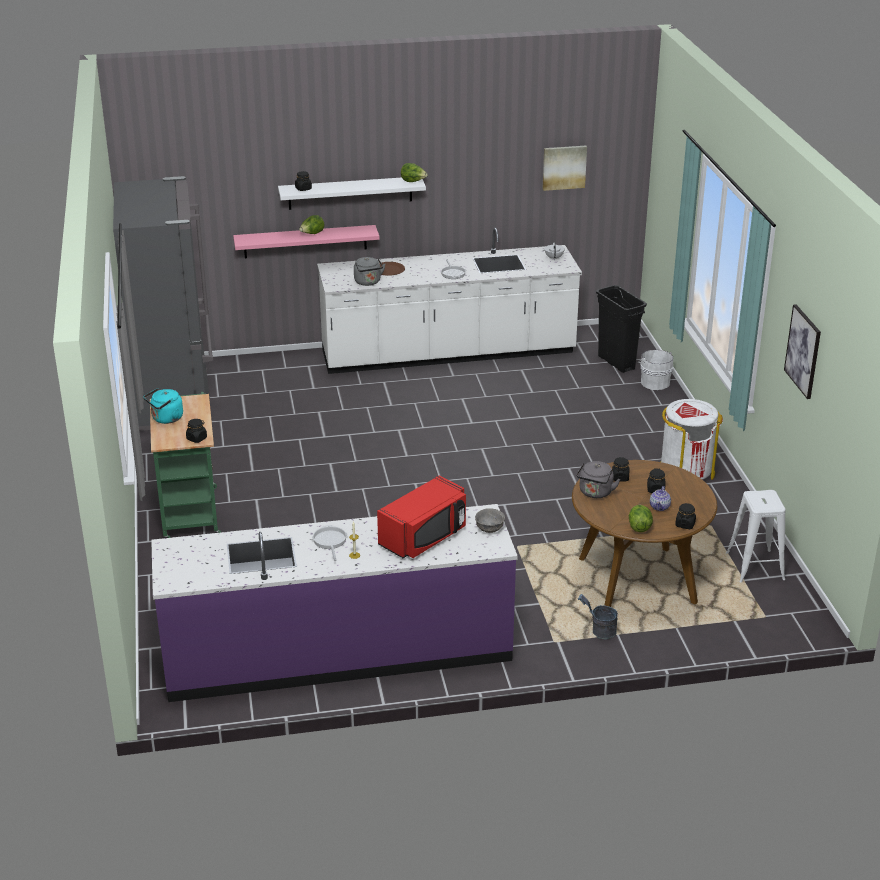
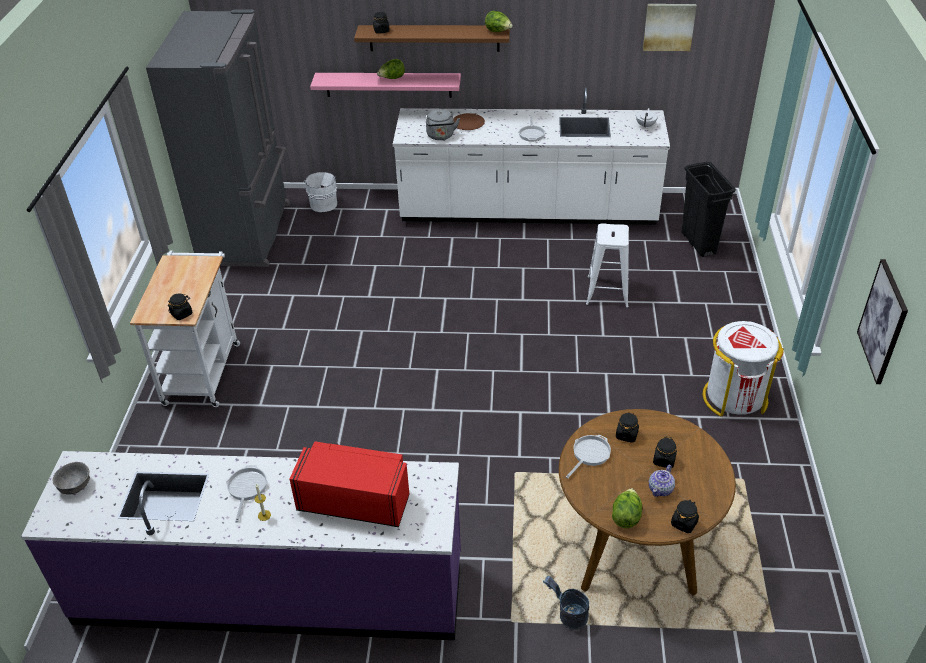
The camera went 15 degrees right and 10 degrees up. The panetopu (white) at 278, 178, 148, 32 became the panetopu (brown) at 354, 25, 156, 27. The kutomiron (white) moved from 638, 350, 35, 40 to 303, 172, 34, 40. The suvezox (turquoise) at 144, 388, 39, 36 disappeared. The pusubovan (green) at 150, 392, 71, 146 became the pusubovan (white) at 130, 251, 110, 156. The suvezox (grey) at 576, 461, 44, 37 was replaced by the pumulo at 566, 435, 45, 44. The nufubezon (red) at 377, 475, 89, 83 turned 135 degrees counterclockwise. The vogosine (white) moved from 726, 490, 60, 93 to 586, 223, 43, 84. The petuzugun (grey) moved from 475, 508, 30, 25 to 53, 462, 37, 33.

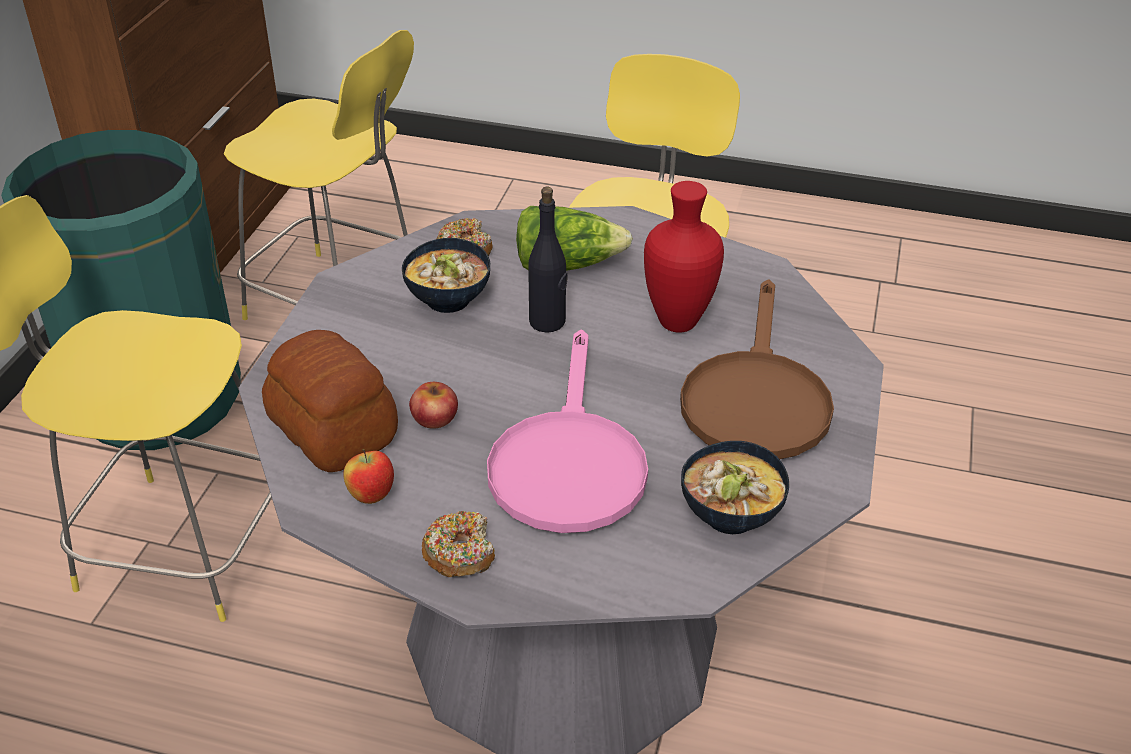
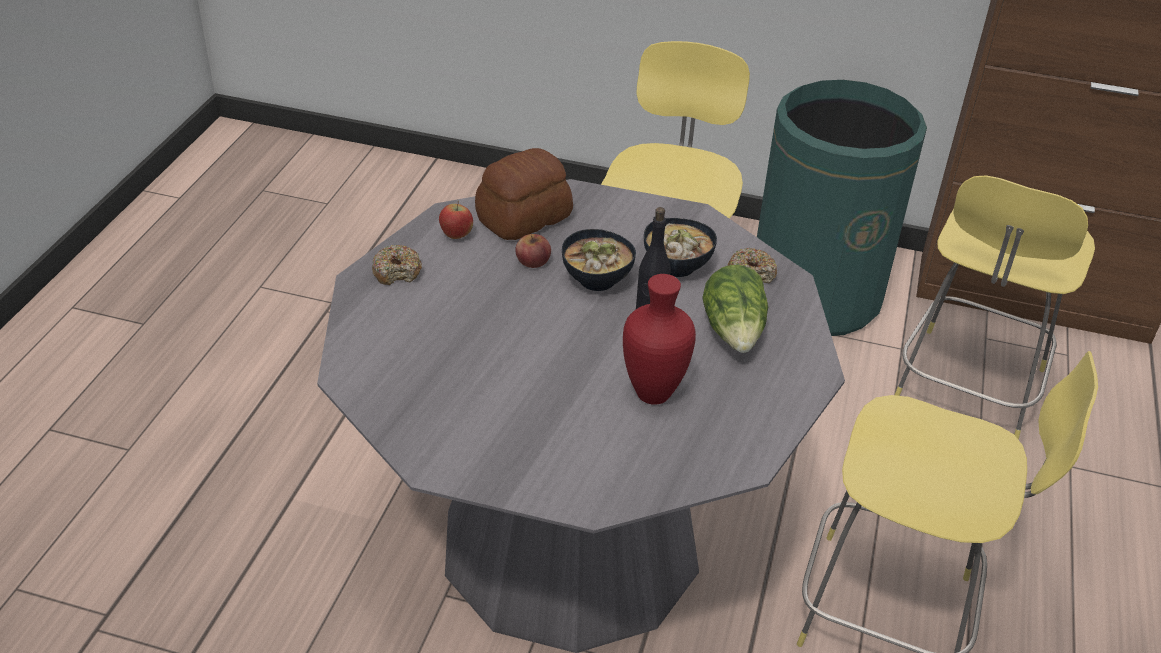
The camera went 90 degrees right and 0 degrees up. The pumulo (brown) at 680, 279, 154, 180 disappeared. The pumulo (pink) at 487, 329, 161, 204 disappeared. The petuzugun moved from 681, 441, 108, 93 to 562, 229, 74, 62.

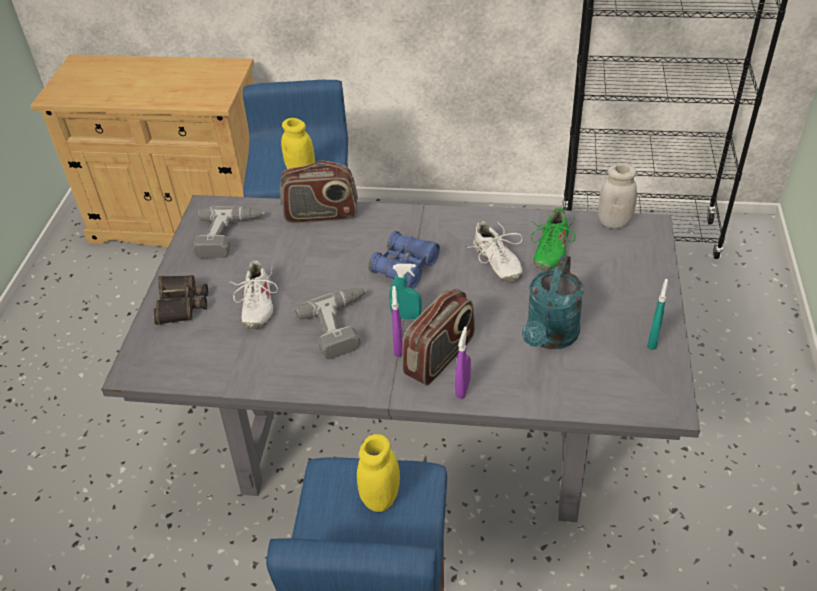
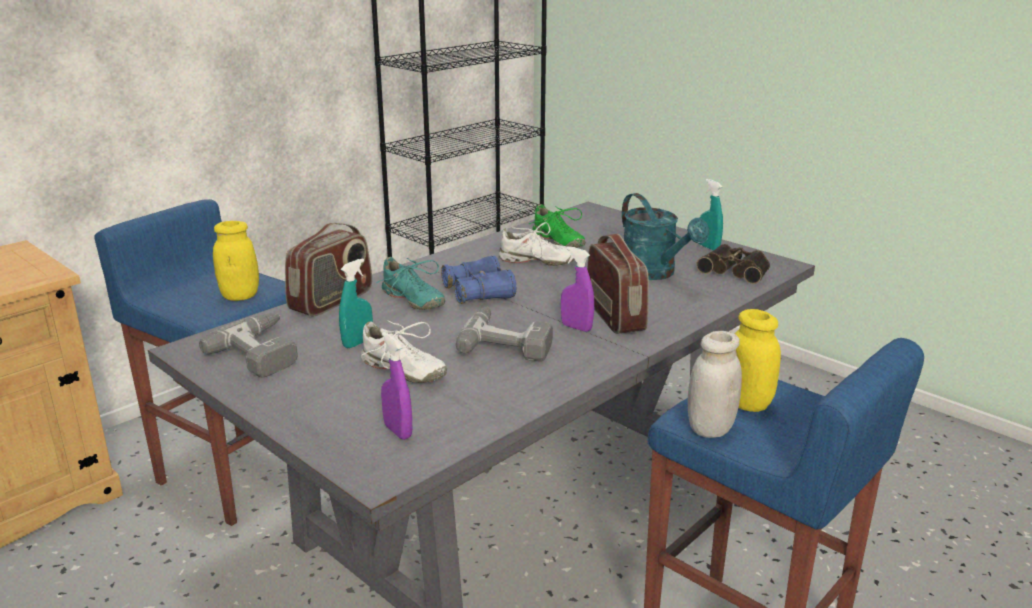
The camera went 55 degrees left and 20 degrees down. The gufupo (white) moved from 598, 164, 39, 65 to 688, 331, 54, 107. The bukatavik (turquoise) moved from 389, 264, 33, 56 to 339, 258, 34, 90. The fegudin moved from 153, 275, 55, 50 to 696, 244, 74, 40. The bukatavik (purple) moved from 455, 326, 16, 73 to 381, 332, 31, 108. The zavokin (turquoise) at 377, 257, 68, 53 appeared.

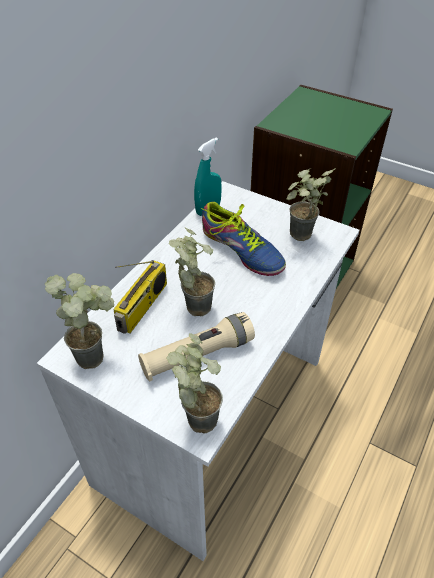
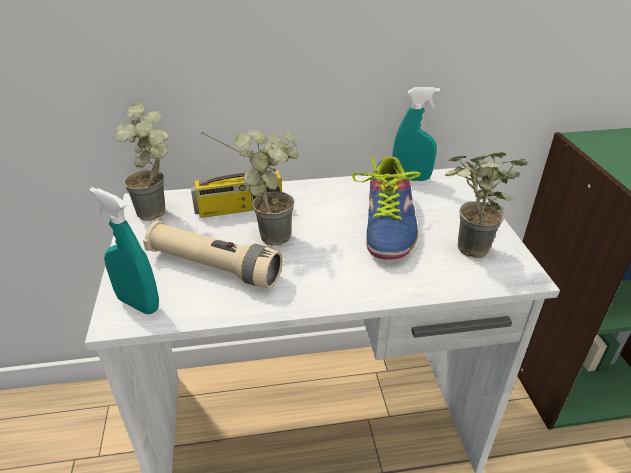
The camera went 50 degrees right and 10 degrees down. The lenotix at 166, 333, 57, 101 was replaced by the bukatavik (turquoise) at 89, 187, 70, 127.

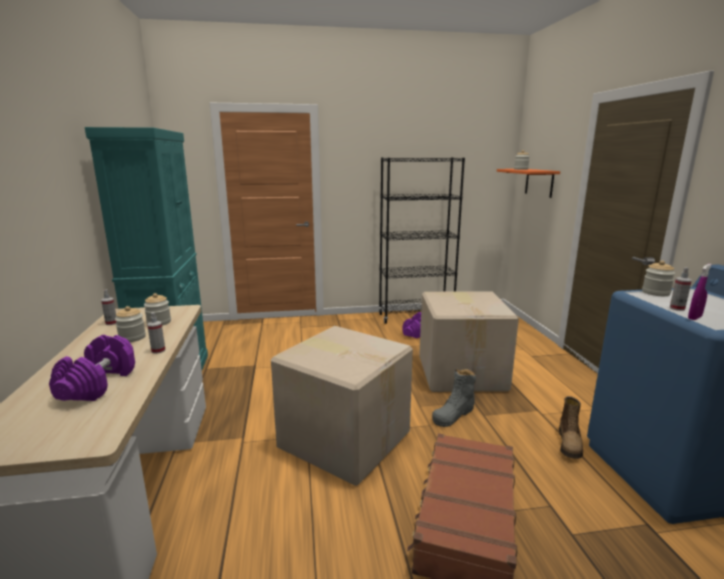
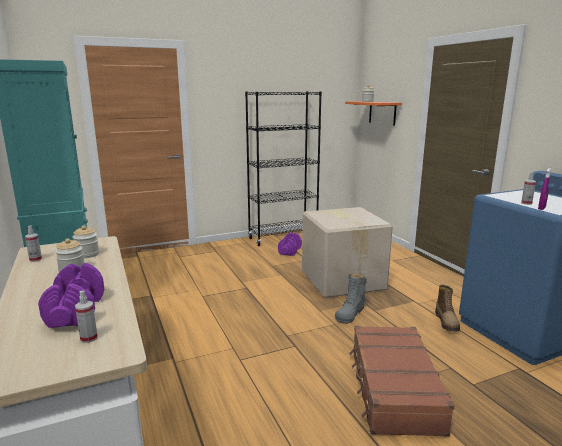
The camera went 15 degrees left and 0 degrees up. The gufupo at 642, 260, 33, 36 disappeared. The bukatavik moved from 147, 312, 18, 42 to 75, 291, 23, 52. The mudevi at 271, 326, 142, 160 disappeared.

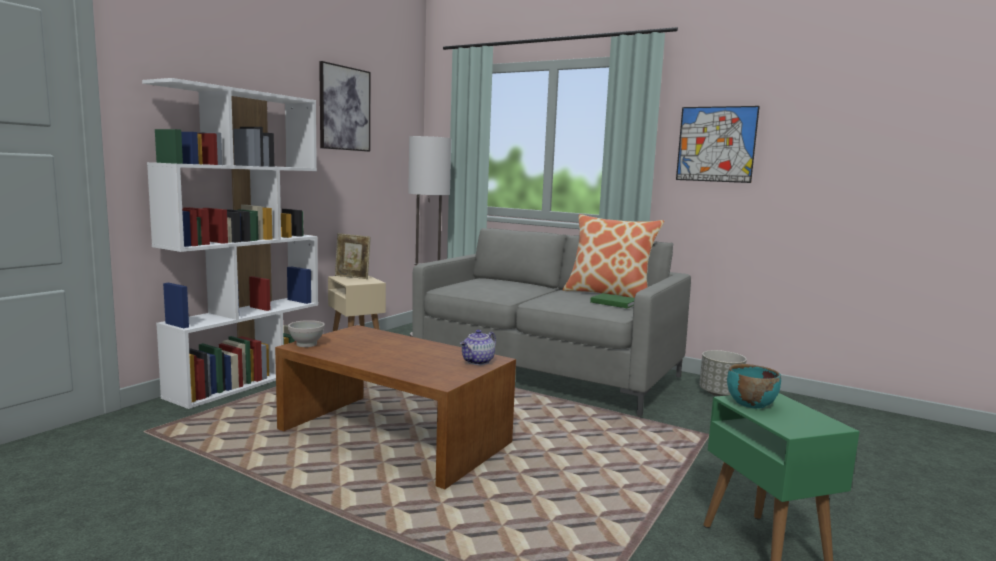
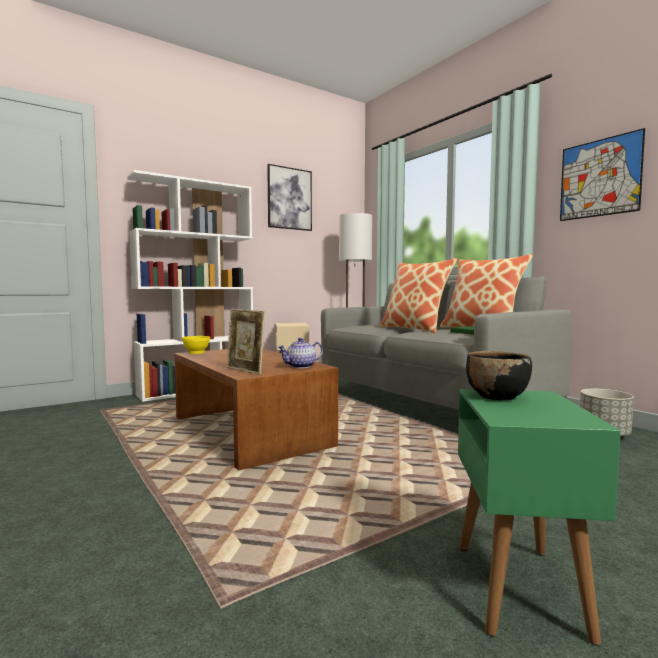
The camera went 25 degrees right and 5 degrees down. The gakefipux moved from 335, 233, 36, 46 to 227, 308, 38, 67. The petuzugun (white) at 288, 320, 37, 27 became the petuzugun (yellow) at 182, 336, 28, 18. The petuzugun (turquoise) at 727, 364, 54, 45 became the petuzugun (black) at 466, 351, 66, 49. The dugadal at 379, 258, 78, 75 appeared.

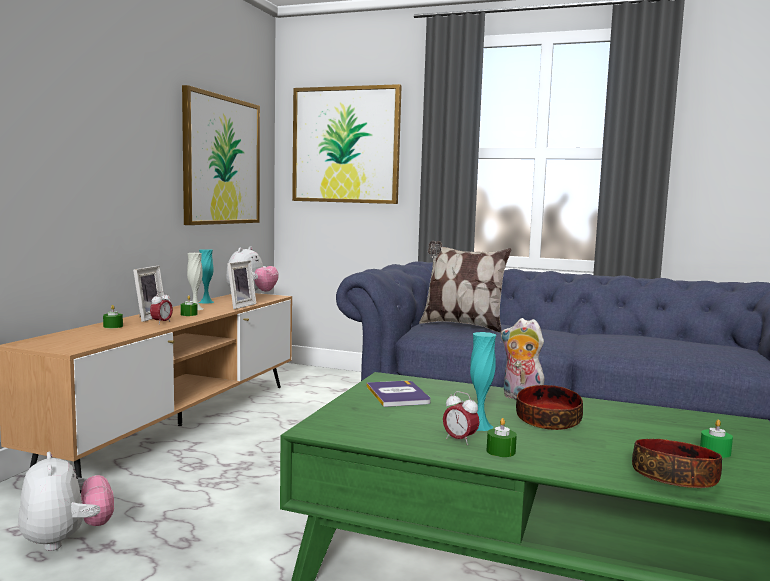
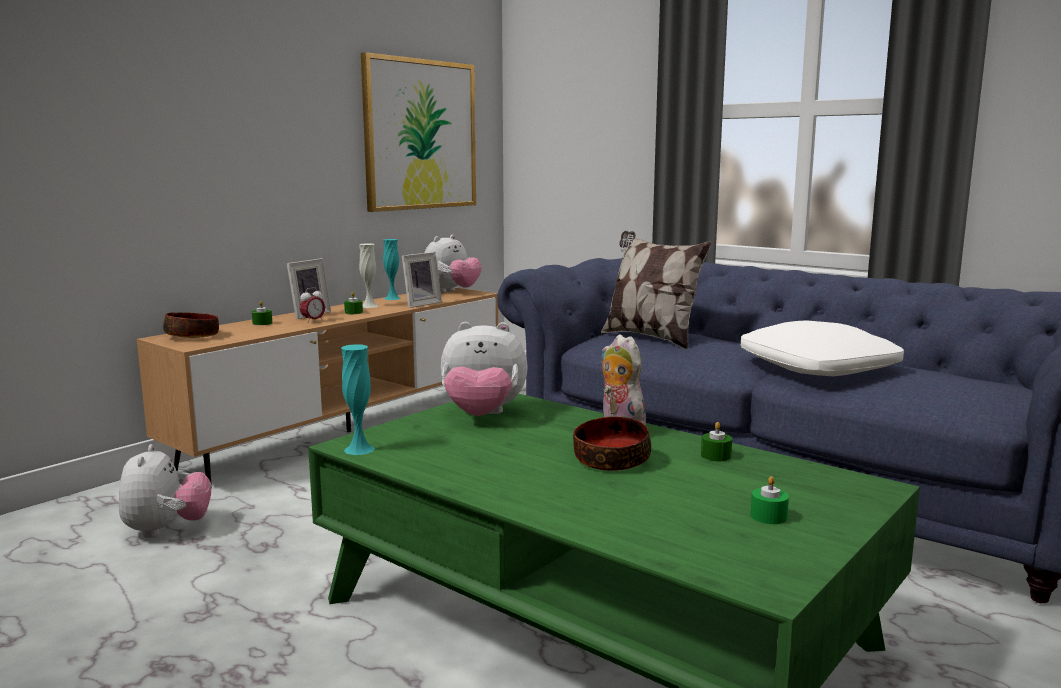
The camera went 20 degrees right and 5 degrees up. The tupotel at 292, 84, 110, 120 disappeared. The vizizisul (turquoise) moved from 470, 332, 26, 99 to 341, 344, 34, 111. The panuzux at 366, 381, 65, 26 was replaced by the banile at 441, 322, 87, 94. The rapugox at 443, 391, 37, 54 disappeared. The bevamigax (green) moved from 487, 418, 30, 39 to 701, 422, 31, 39. The petuzugun moved from 632, 439, 90, 49 to 163, 312, 56, 26. The dugadal (white) at 741, 320, 163, 56 appeared.

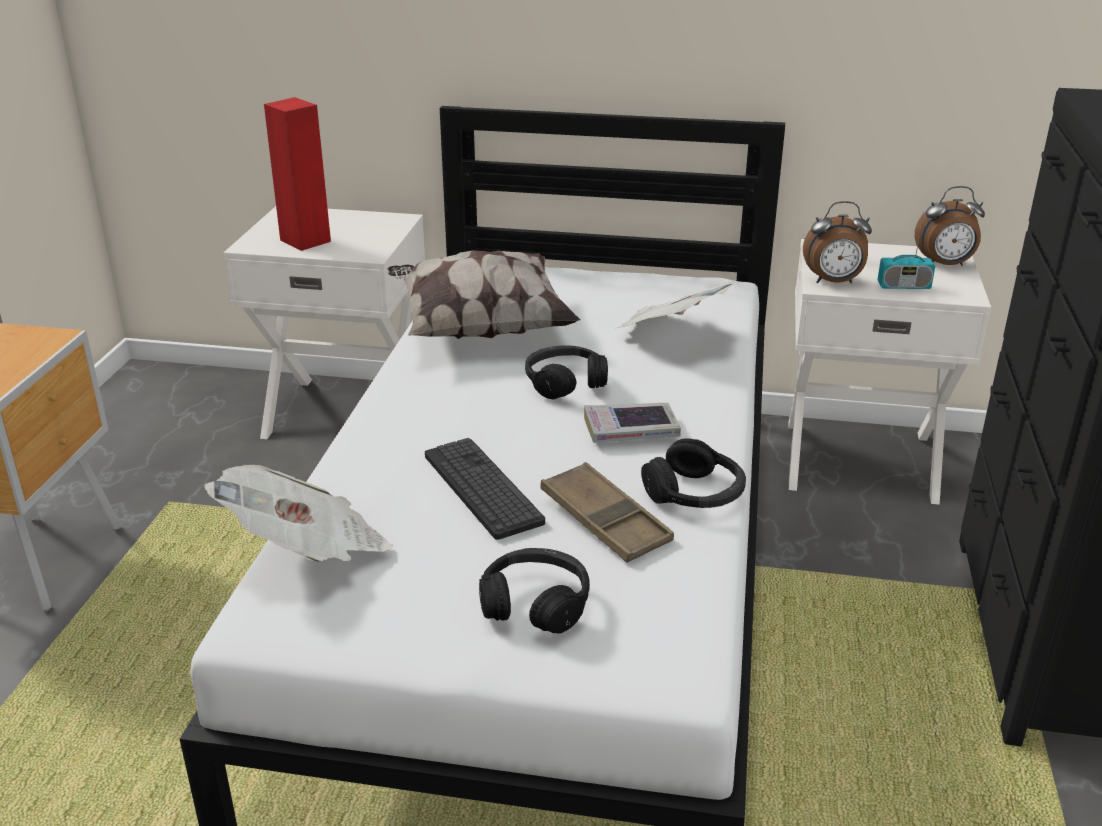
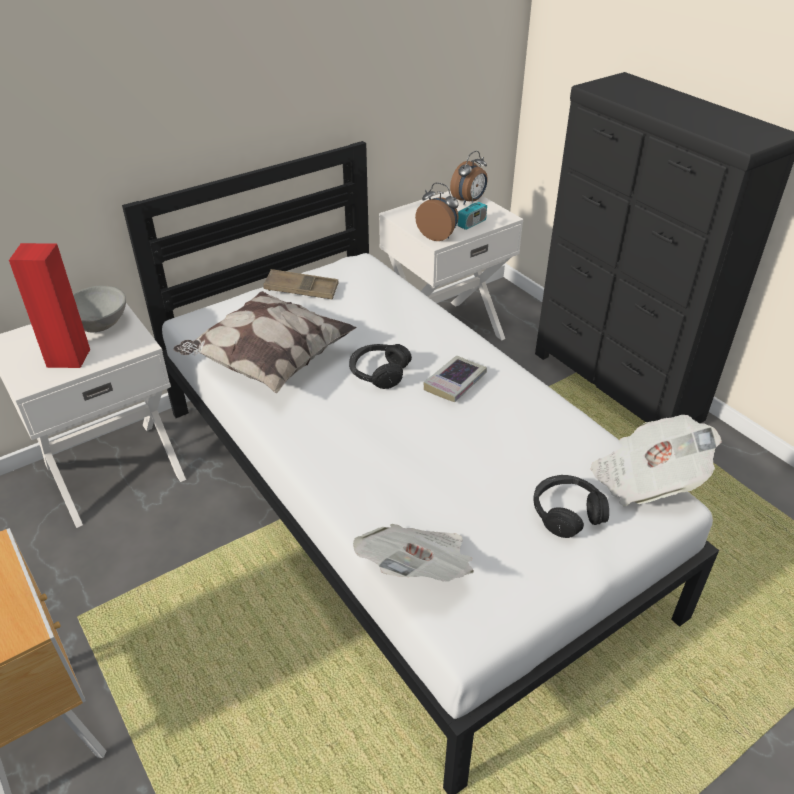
The camera went 45 degrees left and 10 degrees up. The rapugox at 803, 201, 69, 83 turned 105 degrees counterclockwise. The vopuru moved from 615, 279, 122, 50 to 590, 415, 132, 91. The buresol at 425, 438, 120, 102 disappeared. The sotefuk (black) at 641, 438, 105, 70 disappeared. The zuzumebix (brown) moved from 540, 462, 134, 101 to 263, 269, 76, 30. The petuzugun (grey) at 73, 285, 53, 48 appeared.

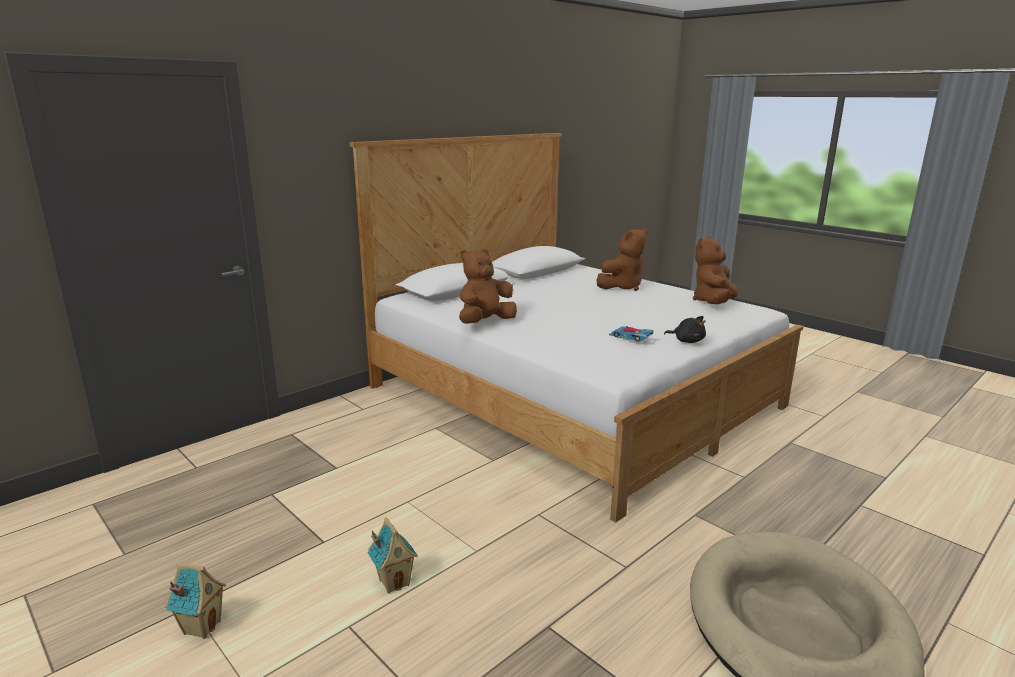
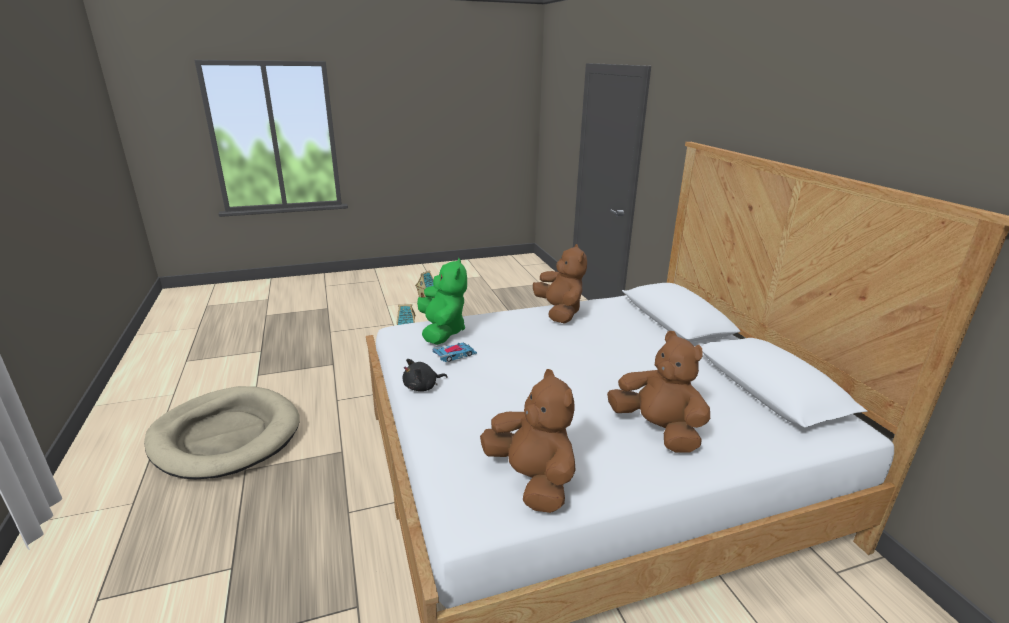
The camera went 115 degrees right and 5 degrees up. The banile (brown) at 597, 229, 51, 62 turned 150 degrees clockwise. The banile (green) at 417, 258, 50, 87 appeared.

